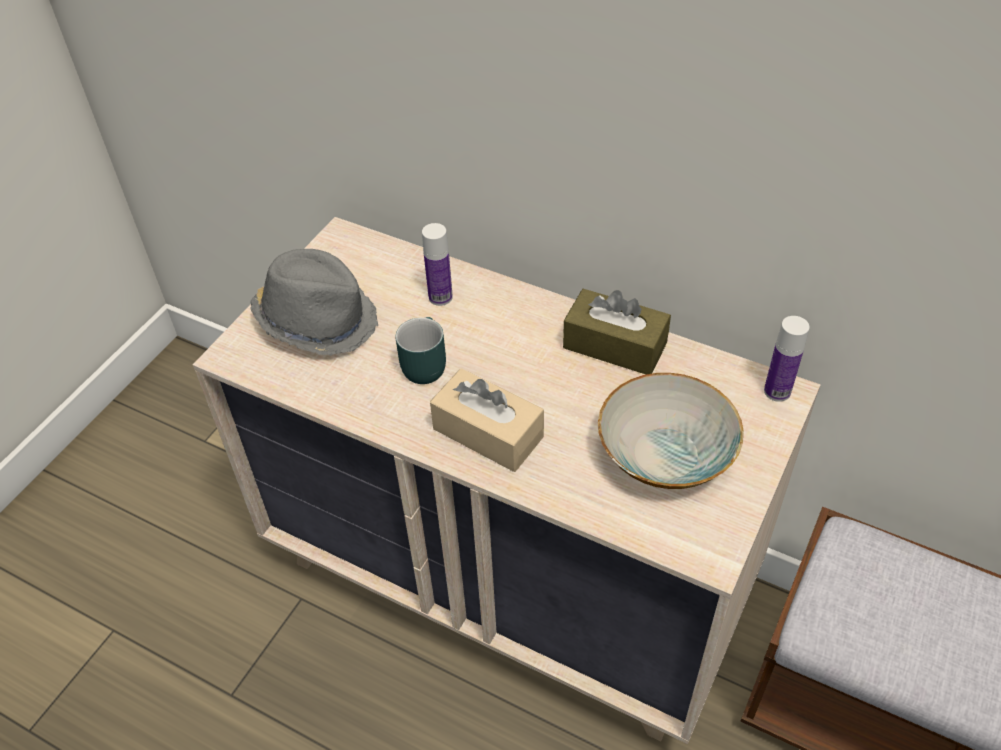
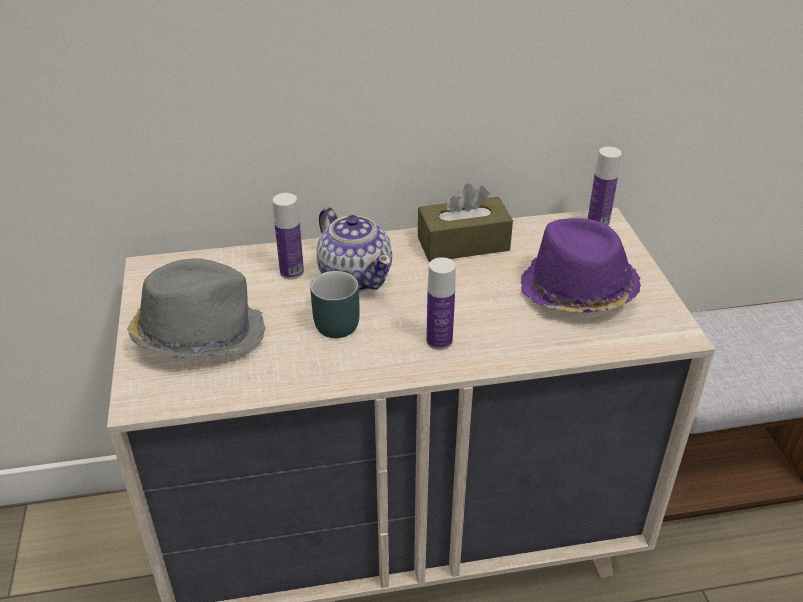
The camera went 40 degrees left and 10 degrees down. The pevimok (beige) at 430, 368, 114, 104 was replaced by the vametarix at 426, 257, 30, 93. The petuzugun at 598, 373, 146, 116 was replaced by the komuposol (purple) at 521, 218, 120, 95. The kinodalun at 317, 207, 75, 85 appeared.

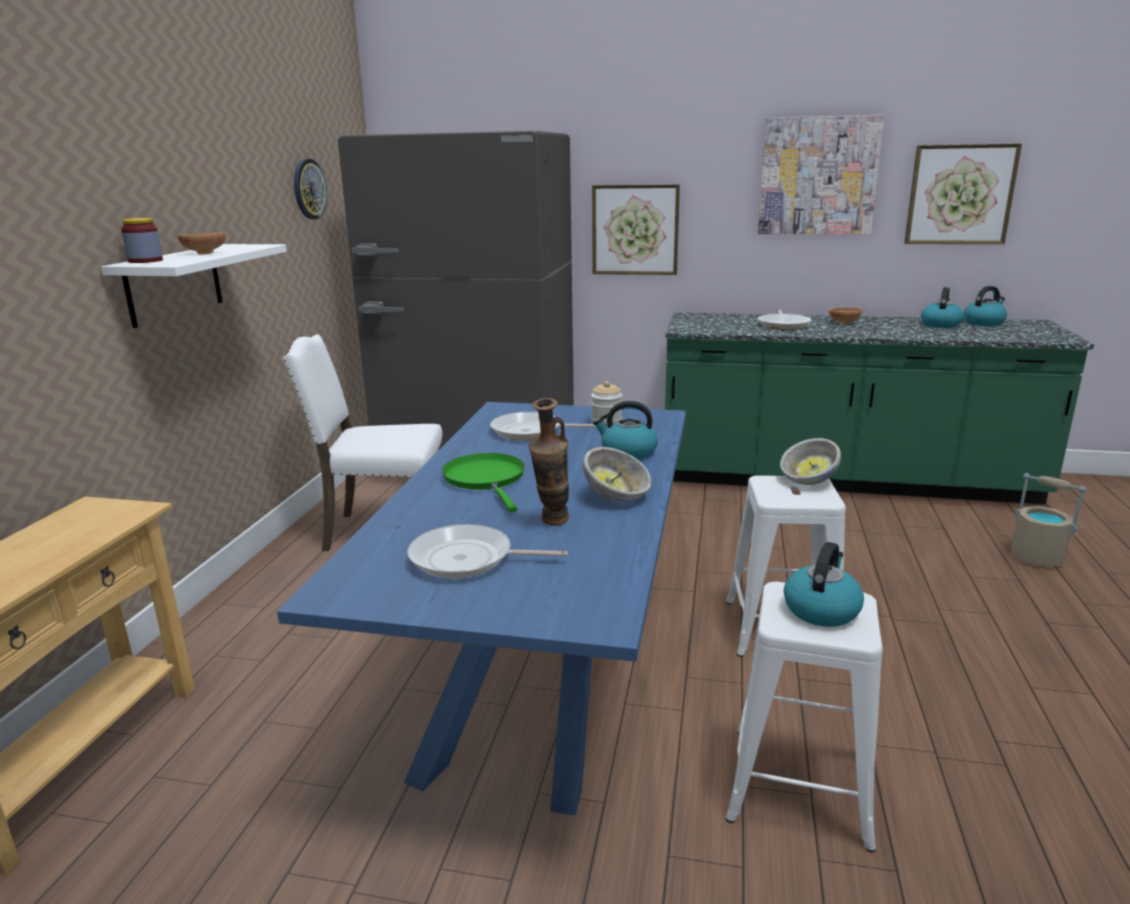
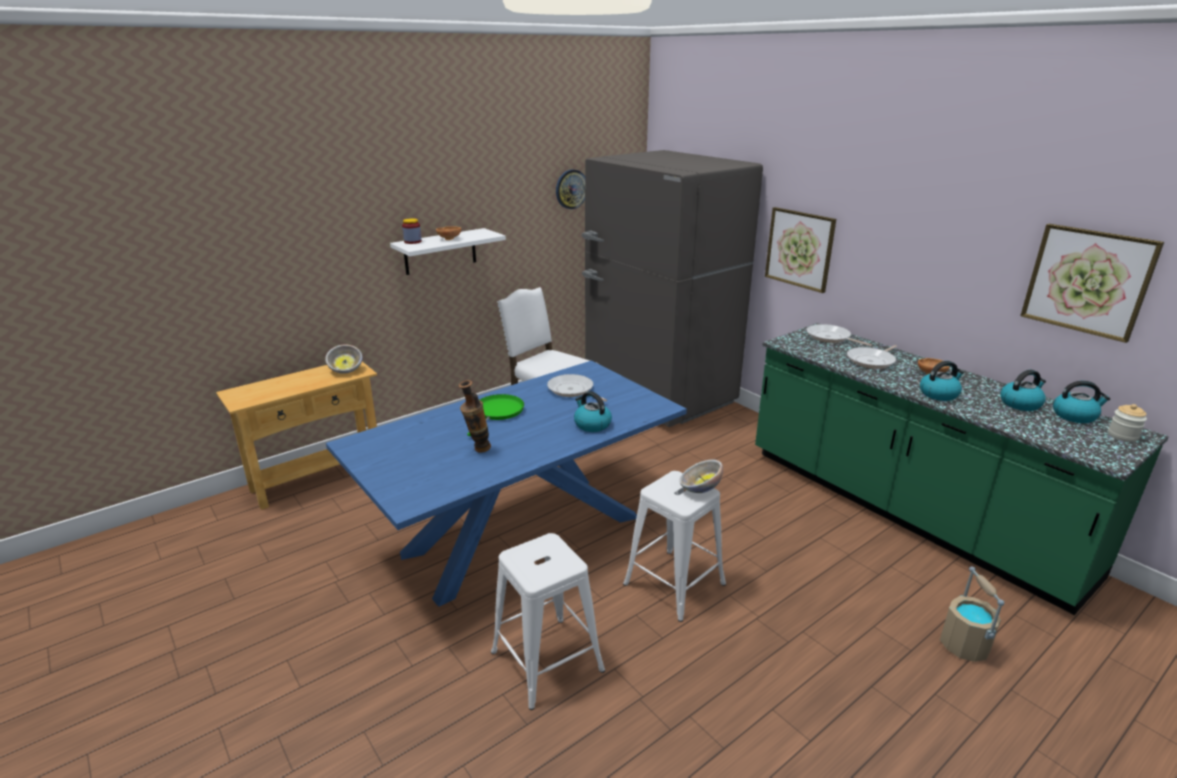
The camera went 40 degrees right and 5 degrees up. The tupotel at 758, 115, 127, 119 disappeared. The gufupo moved from 591, 381, 32, 46 to 1108, 404, 39, 38. The petuzugun moved from 583, 447, 68, 55 to 325, 344, 38, 30. The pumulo moved from 407, 524, 161, 54 to 807, 324, 65, 22. The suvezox moved from 784, 542, 80, 85 to 920, 361, 44, 40.

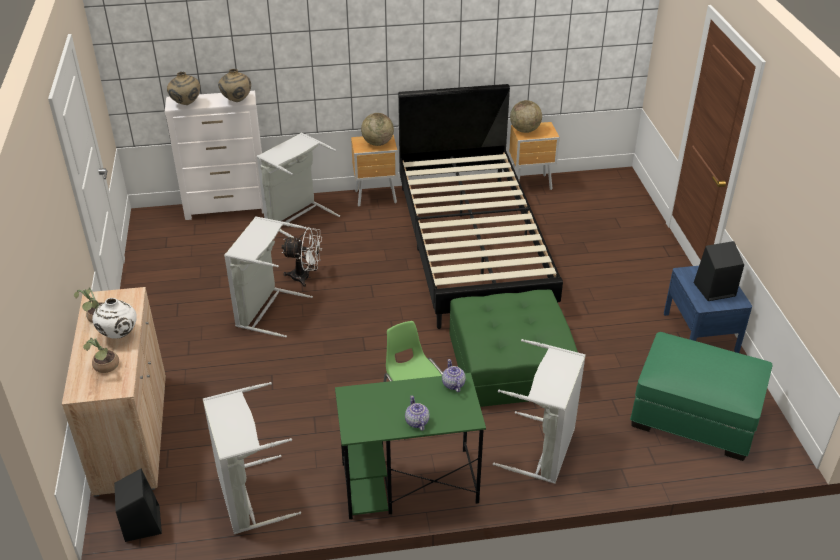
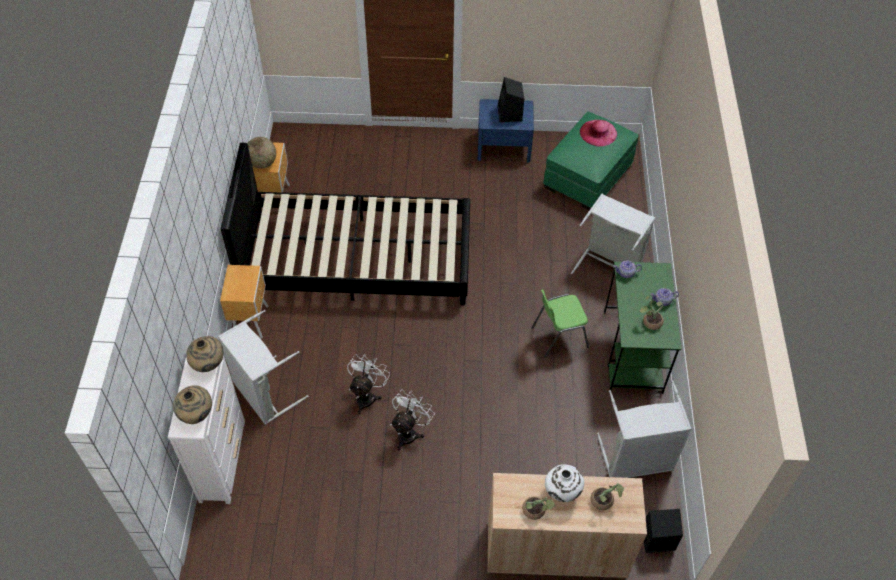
The camera went 80 degrees left and 15 degrees up. The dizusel at 361, 113, 33, 33 disappeared. The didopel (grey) at 224, 216, 89, 122 was replaced by the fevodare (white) at 390, 390, 45, 60. The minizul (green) at 449, 290, 129, 117 disappeared. The komuposol (pink) at 580, 120, 37, 26 appeared. The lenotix at 640, 296, 23, 34 appeared.

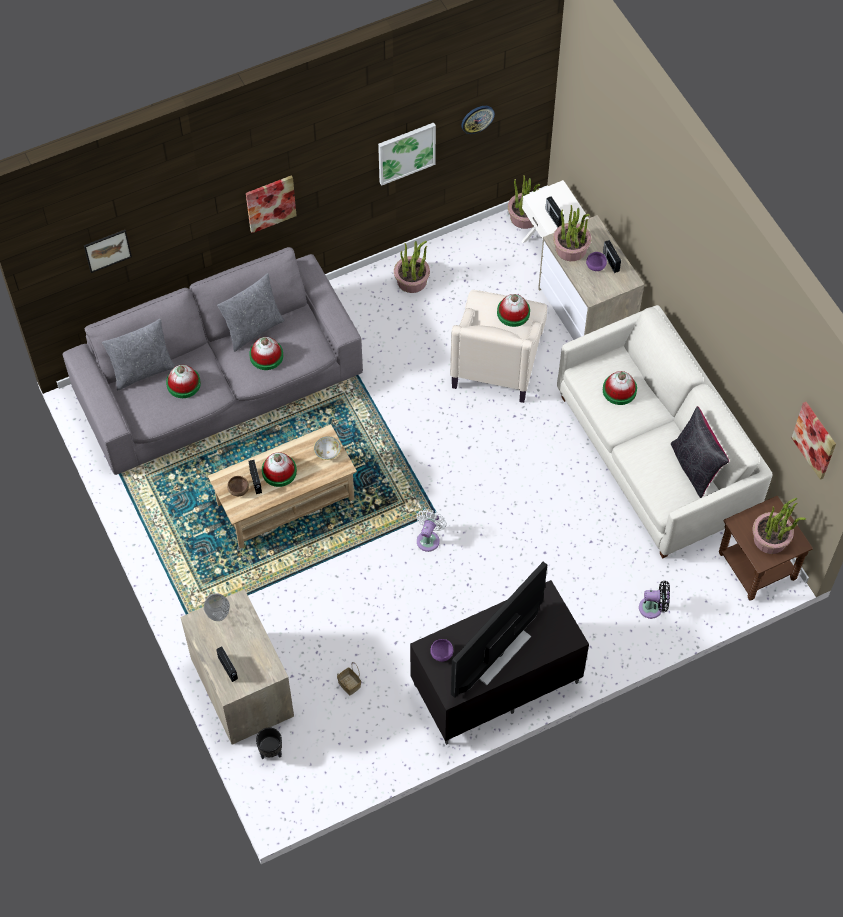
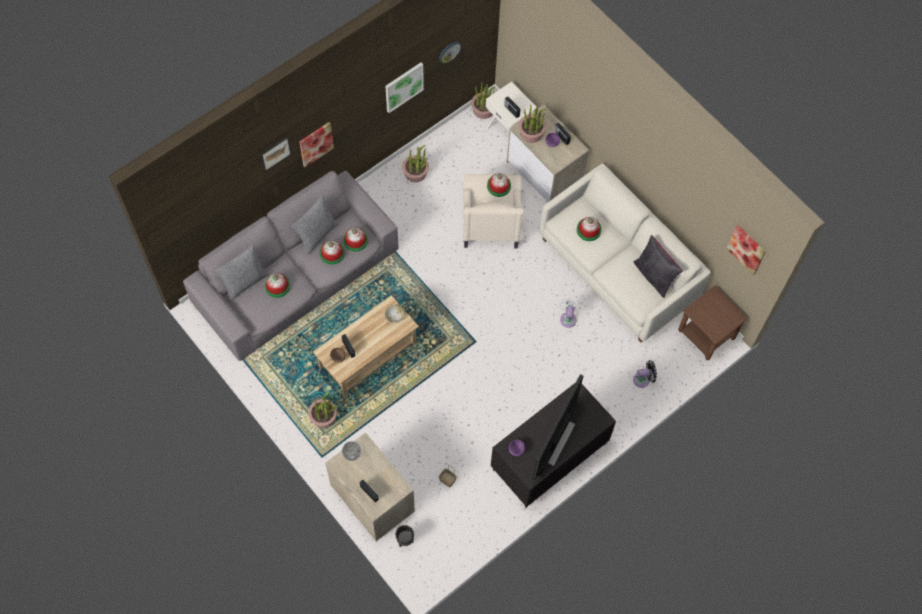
The camera went 15 degrees left and 5 degrees up. The tupotel moved from 84, 230, 48, 43 to 261, 136, 31, 36. The komuposol moved from 262, 452, 35, 35 to 343, 227, 25, 25. The lenotix moved from 753, 498, 53, 56 to 308, 391, 29, 37. The fevodare (white) moved from 417, 509, 30, 43 to 559, 299, 23, 29.

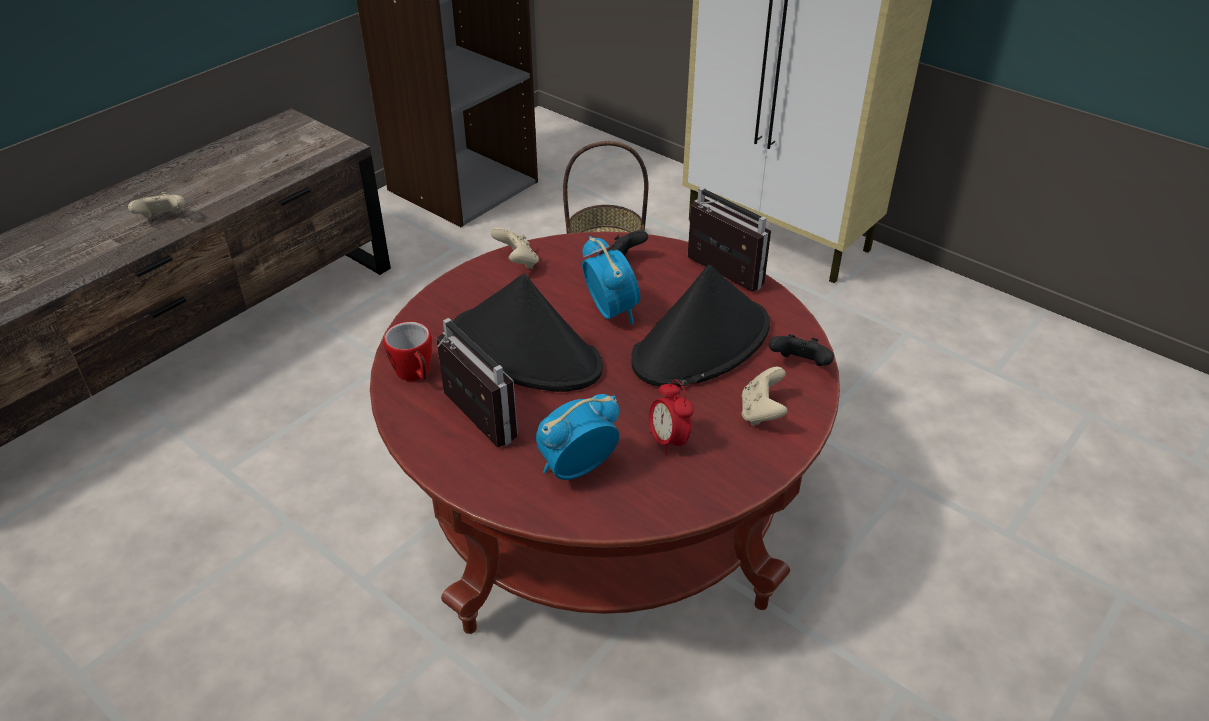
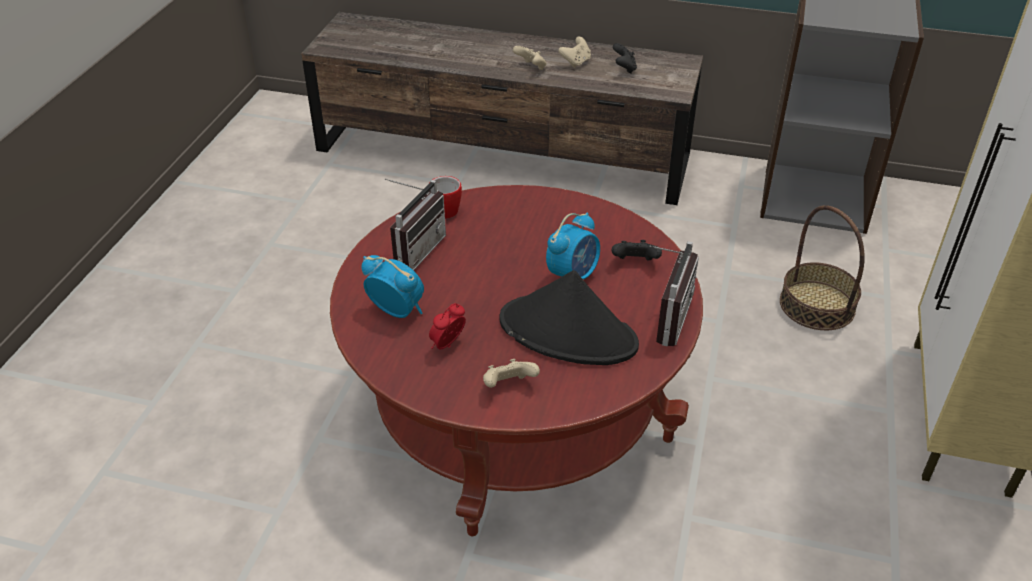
The camera went 65 degrees right and 0 degrees up. The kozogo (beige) moved from 491, 227, 48, 42 to 558, 37, 33, 31. The komuposol (black) at 453, 273, 150, 119 disappeared. The kozogo (black) moved from 769, 334, 65, 32 to 613, 43, 24, 31.

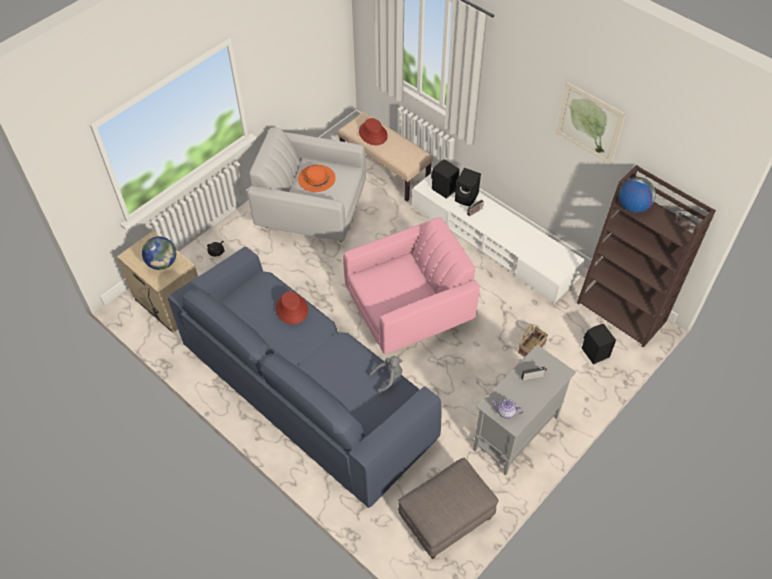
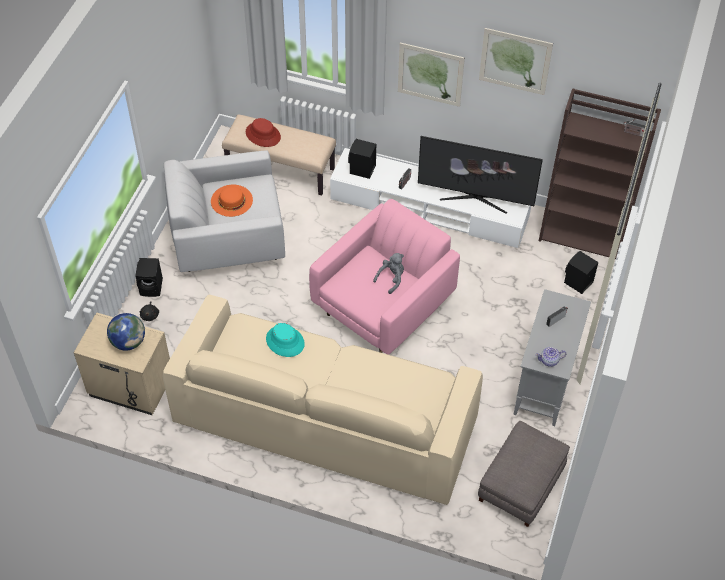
The camera went 25 degrees left and 0 degrees up. The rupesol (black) moved from 455, 168, 26, 38 to 135, 258, 28, 39. The dizusel at 619, 177, 37, 36 disappeared. The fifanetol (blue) at 168, 247, 273, 261 became the fifanetol (beige) at 162, 295, 321, 210. The komuposol (red) at 276, 291, 32, 33 became the komuposol (turquoise) at 266, 323, 39, 34. The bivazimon at 518, 325, 30, 32 disappeared. The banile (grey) moved from 369, 356, 34, 37 to 373, 253, 31, 41. The tupotel at 398, 43, 67, 64 appeared. The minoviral at 418, 136, 125, 78 appeared.

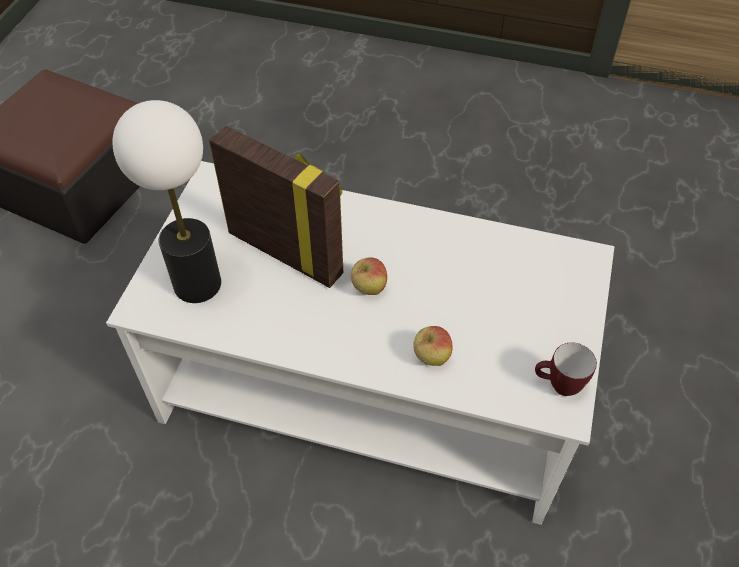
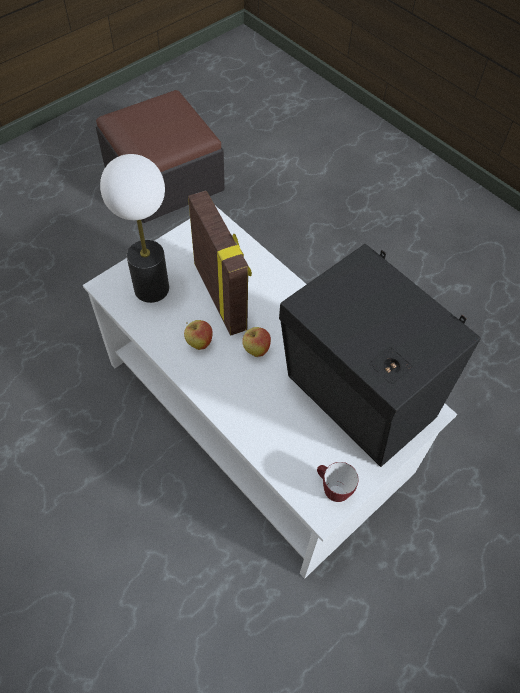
The camera went 30 degrees right and 5 degrees up. The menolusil moved from 413, 326, 40, 40 to 184, 320, 29, 30. The rupesol (black) at 279, 244, 202, 223 appeared.

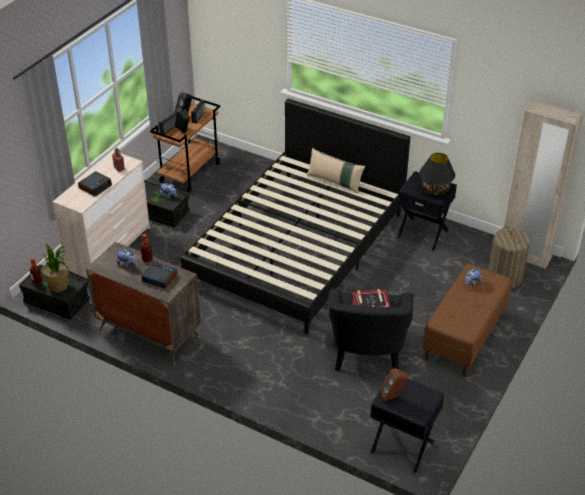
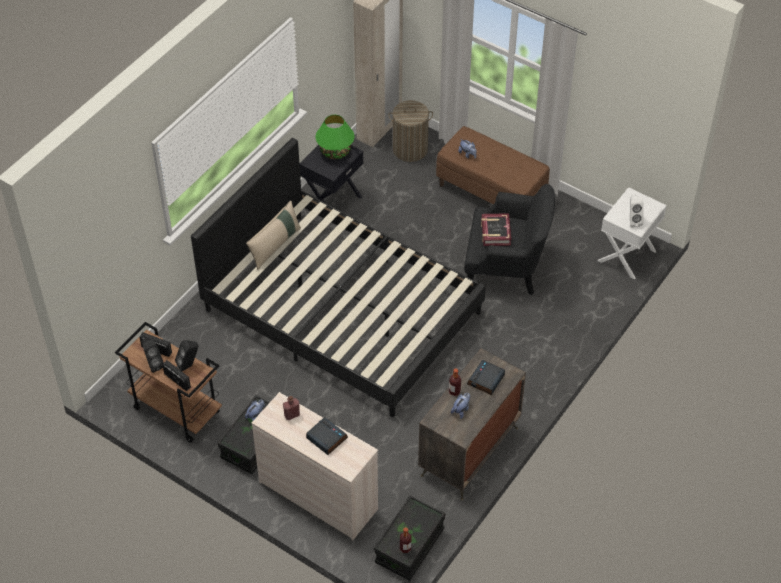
The camera went 85 degrees left and 10 degrees up. The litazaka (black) at 419, 153, 36, 42 became the litazaka (green) at 316, 115, 39, 44. The lenotix at 42, 243, 27, 49 disappeared. The rupesol (brown) at 381, 368, 27, 33 became the rupesol (white) at 630, 194, 14, 34. The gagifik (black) at 370, 379, 75, 94 became the gagifik (white) at 598, 187, 69, 92.

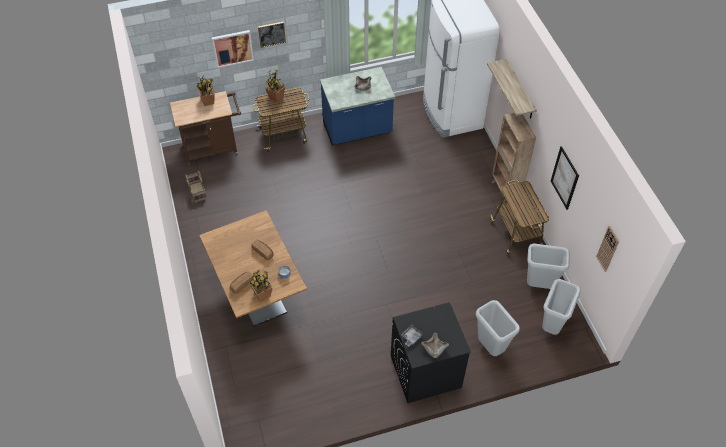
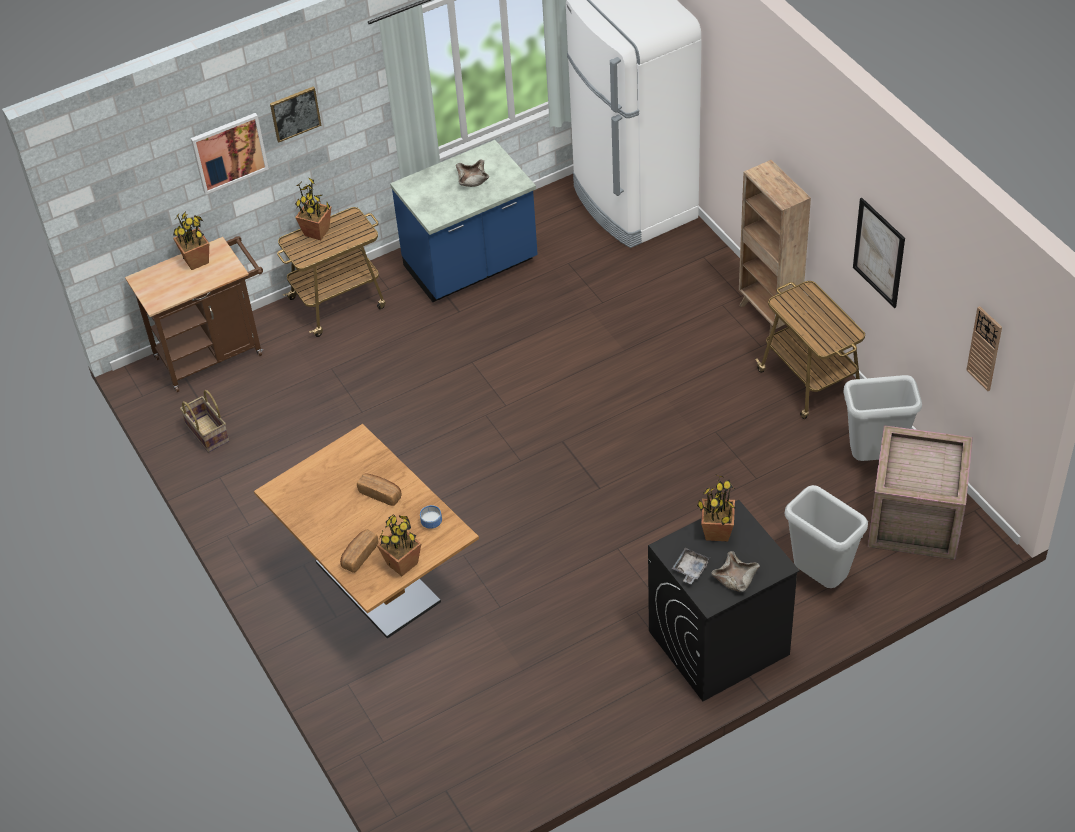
The camera went 10 degrees left and 5 degrees down. The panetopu at 487, 59, 50, 60 disappeared. The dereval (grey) at 542, 279, 39, 56 was replaced by the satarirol at 867, 425, 106, 135. The lenotix at 697, 474, 38, 67 appeared.

